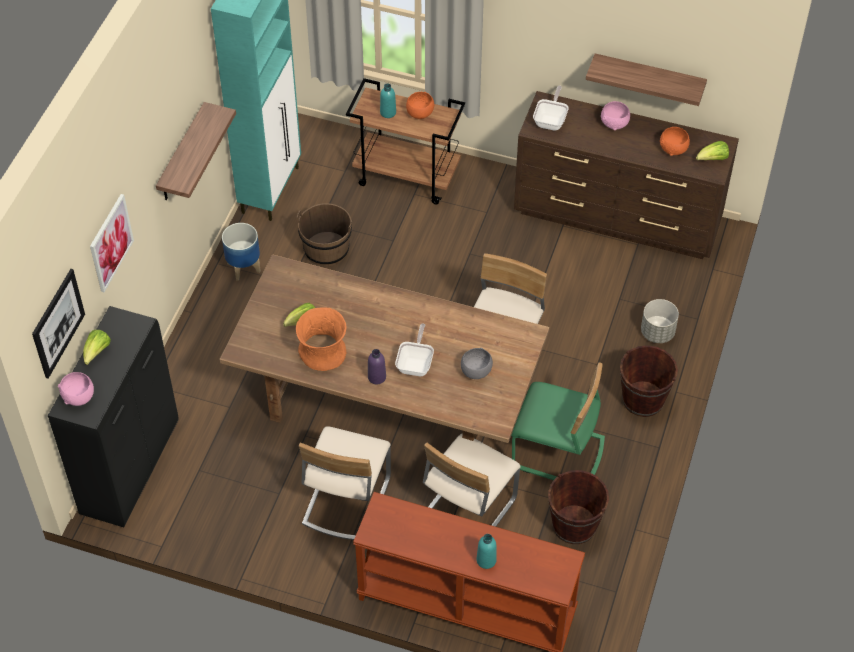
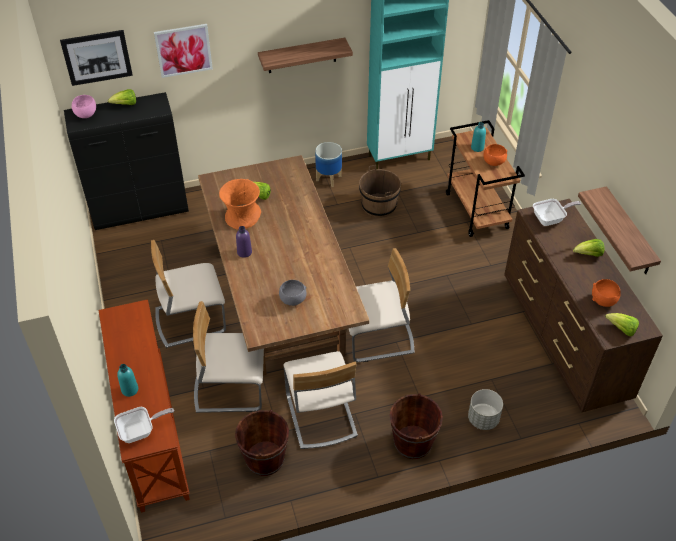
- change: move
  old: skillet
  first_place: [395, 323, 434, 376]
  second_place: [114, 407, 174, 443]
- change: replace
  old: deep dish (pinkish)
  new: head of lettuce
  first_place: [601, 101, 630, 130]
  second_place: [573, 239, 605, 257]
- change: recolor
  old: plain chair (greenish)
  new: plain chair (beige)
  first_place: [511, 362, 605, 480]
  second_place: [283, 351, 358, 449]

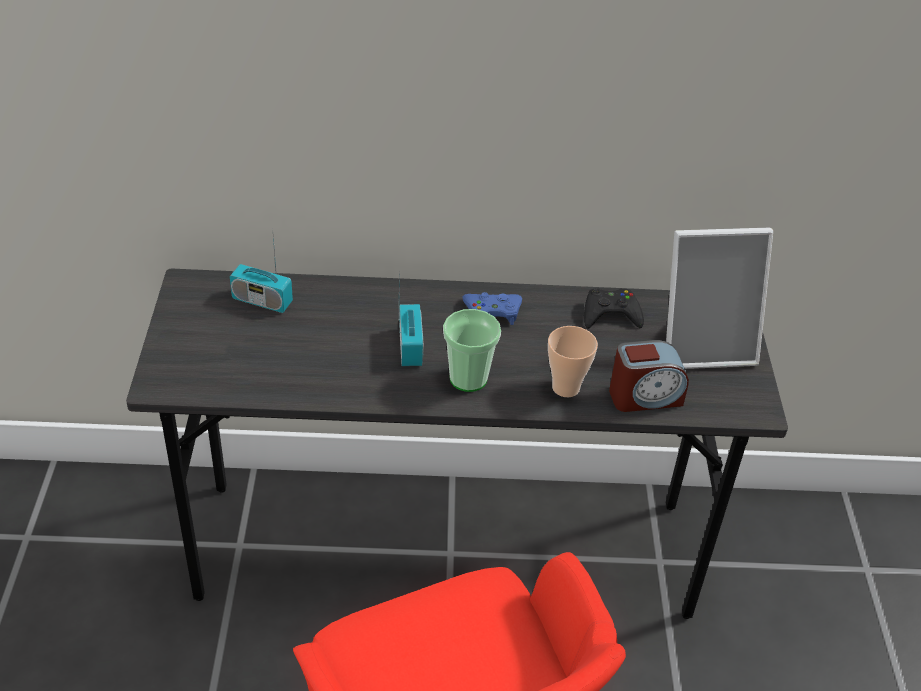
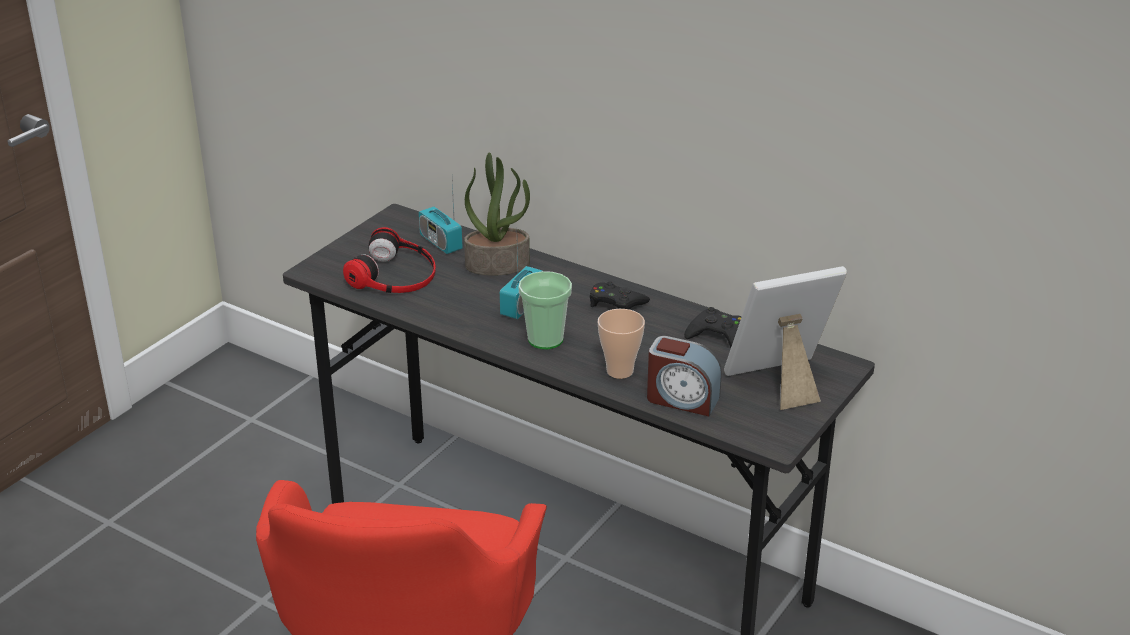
- change: insert
  new: headphones
  second_place: [343, 227, 436, 293]
- change: insert
  new: potted plant
  second_place: [464, 152, 530, 276]
- change: recolor
  old: game controller (blue-coloured)
  new: game controller (black)
  first_place: [462, 292, 522, 325]
  second_place: [590, 282, 650, 310]
- change: rotate
  old: picture frame
  first_place: [666, 228, 773, 369]
  second_place: [724, 266, 847, 410]
  degrees: 135

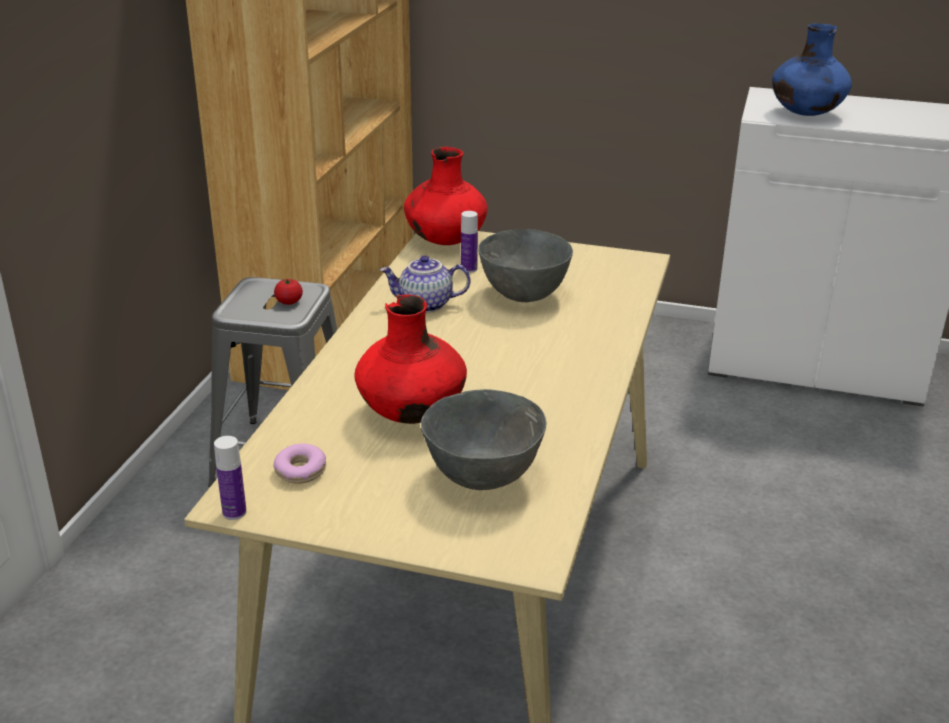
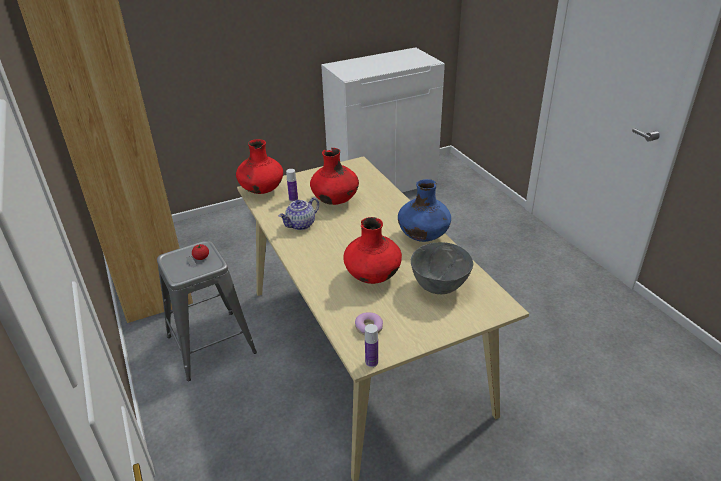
- change: move
  old: flower vase (blue-coloured)
  first_place: [772, 24, 852, 116]
  second_place: [398, 179, 451, 242]
- change: replace
  old: deep dish (gray)
  new: flower vase (red)
  first_place: [478, 229, 573, 302]
  second_place: [310, 148, 359, 205]

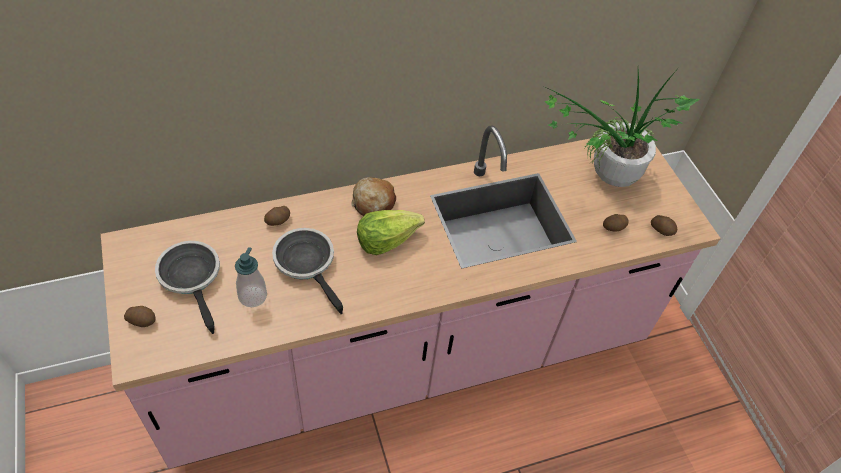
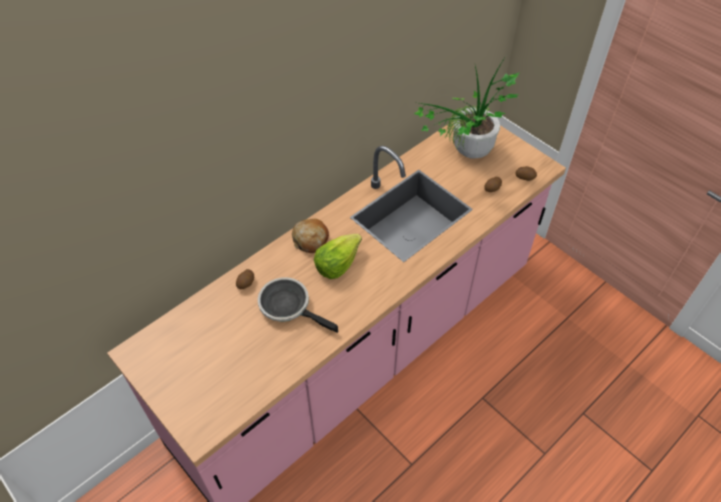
- change: delete
  old: whole potato
  first_place: [124, 306, 156, 327]
- change: delete
  old: skillet
  first_place: [155, 241, 220, 334]
- change: delete
  old: soap bottle
  first_place: [235, 247, 267, 307]

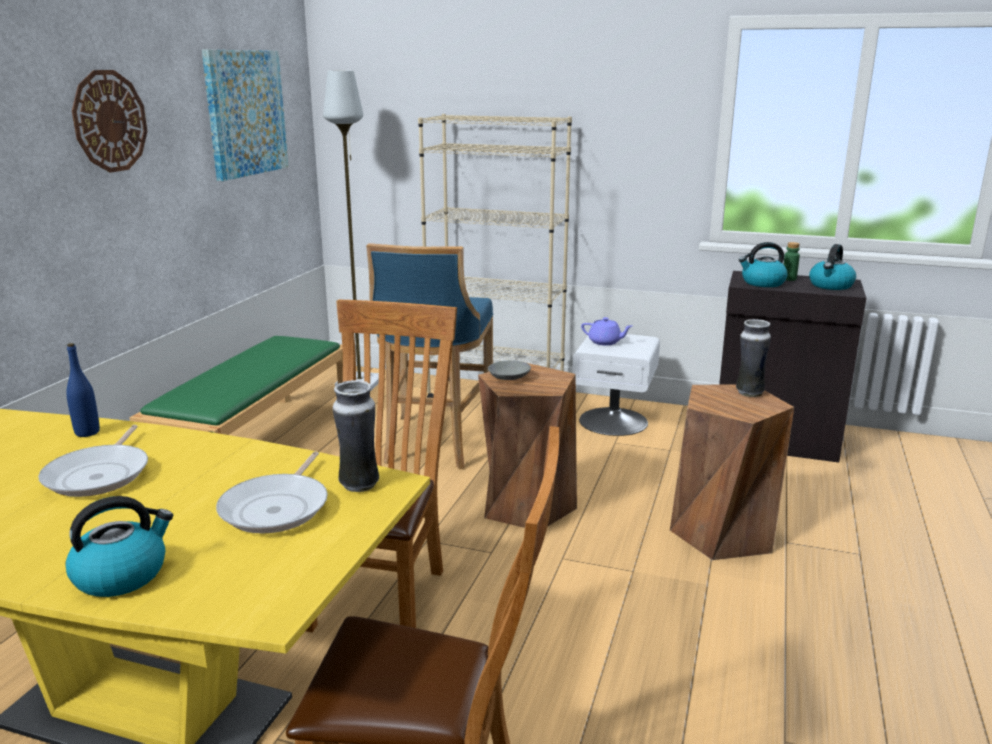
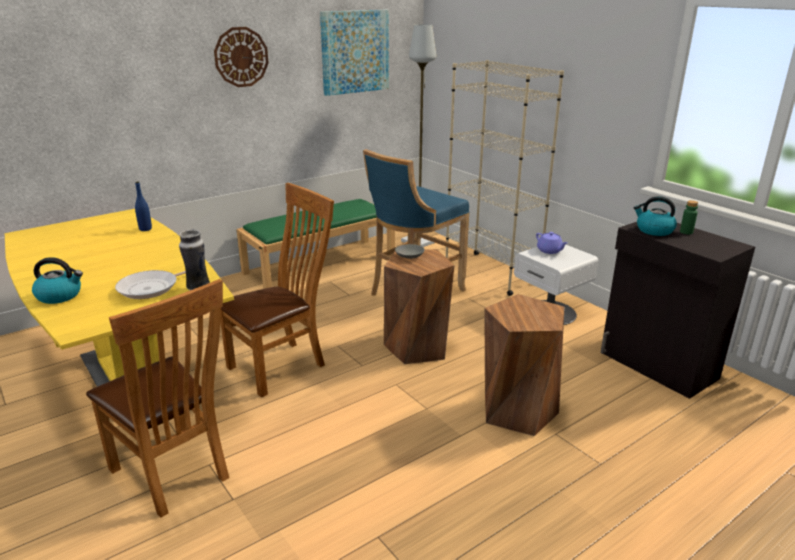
- change: delete
  old: skillet
  first_place: [38, 425, 148, 497]
- change: delete
  old: flower vase
  first_place: [736, 319, 771, 397]
- change: delete
  old: water kettle
  first_place: [809, 244, 856, 290]

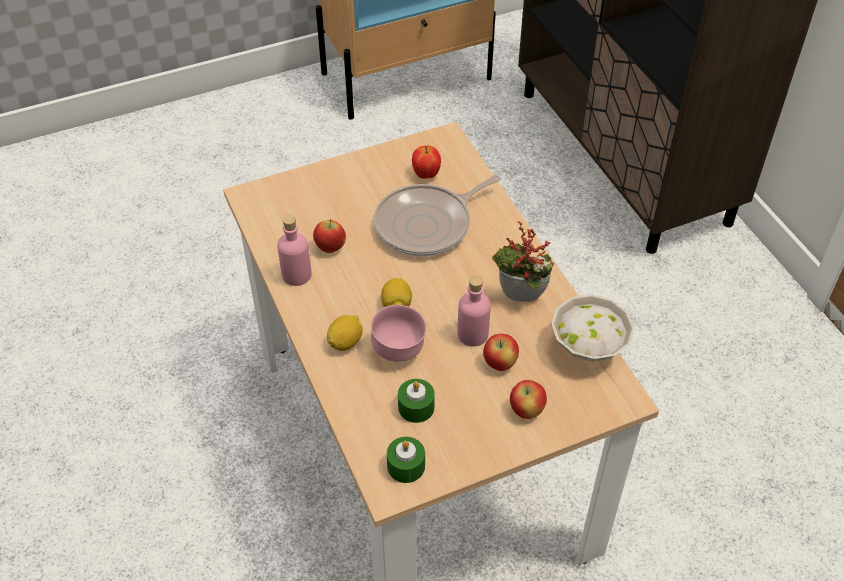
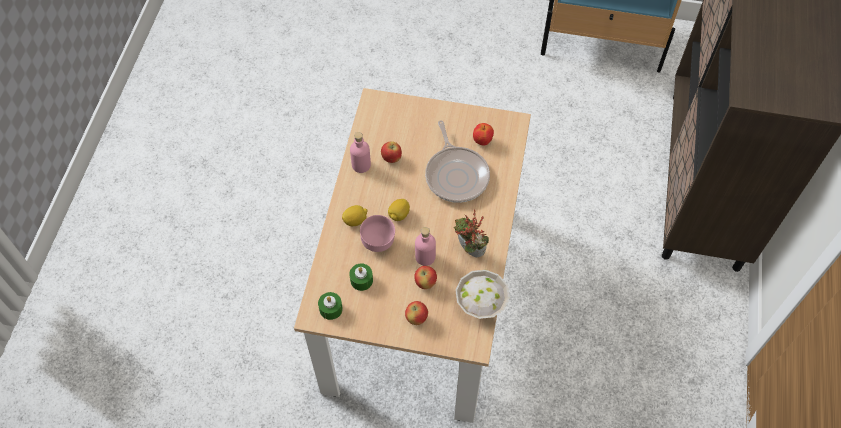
- change: rotate
  old: skillet
  first_place: [374, 175, 501, 256]
  second_place: [425, 120, 490, 203]
  degrees: -105

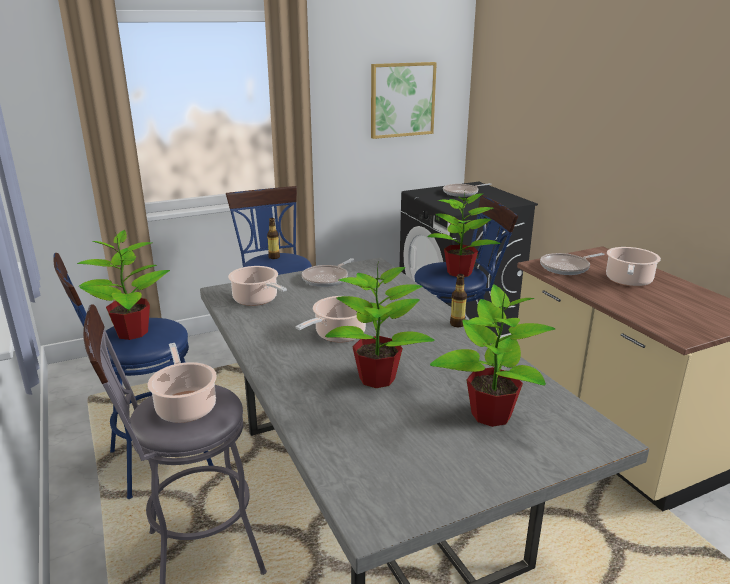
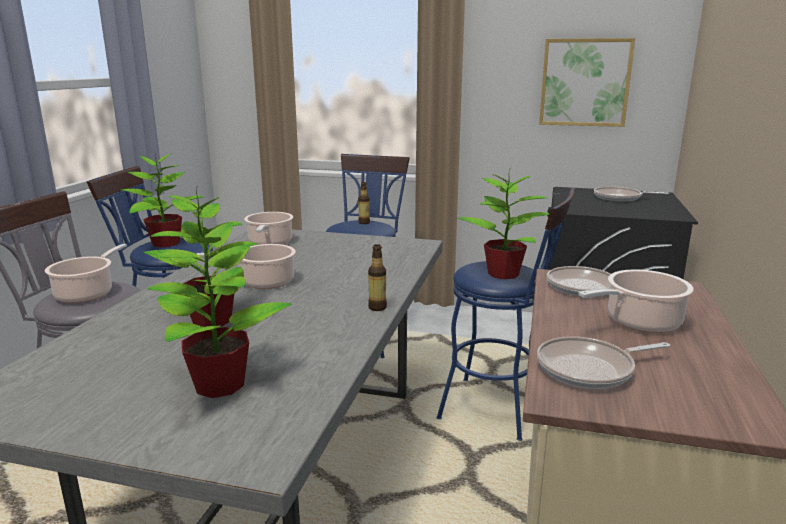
- change: move
  old: skillet
  first_place: [302, 258, 354, 287]
  second_place: [537, 336, 670, 389]

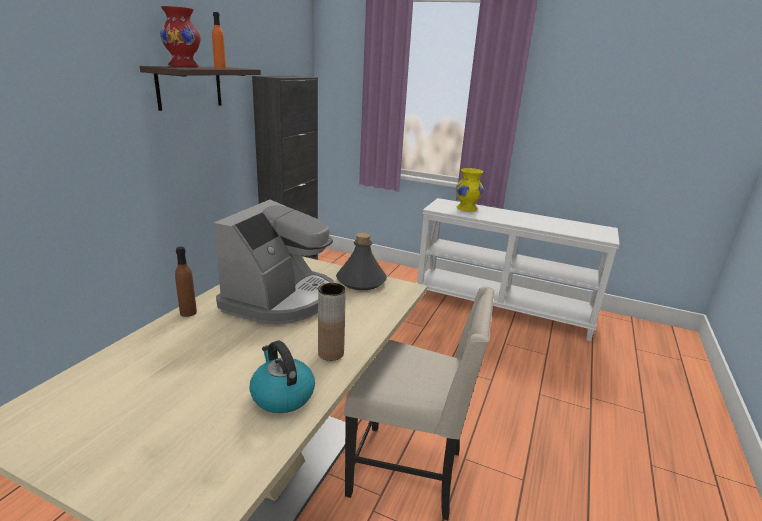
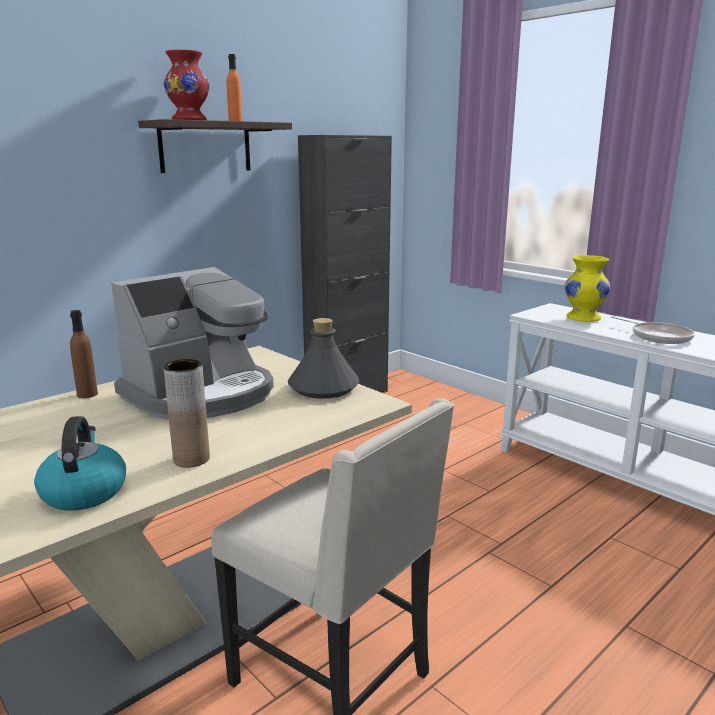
- change: insert
  new: skillet
  second_place: [611, 316, 695, 344]

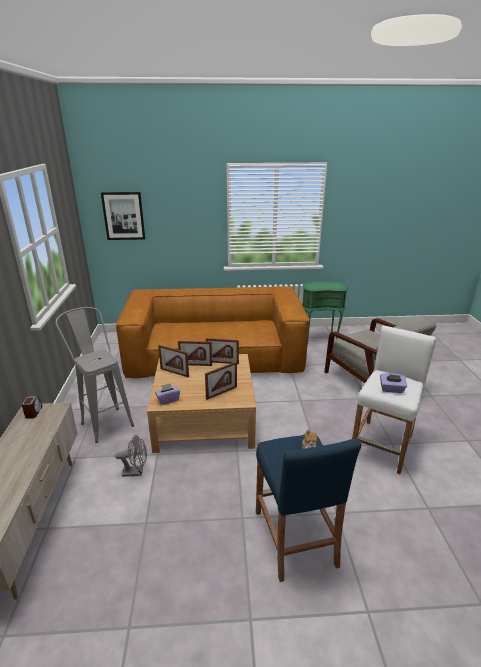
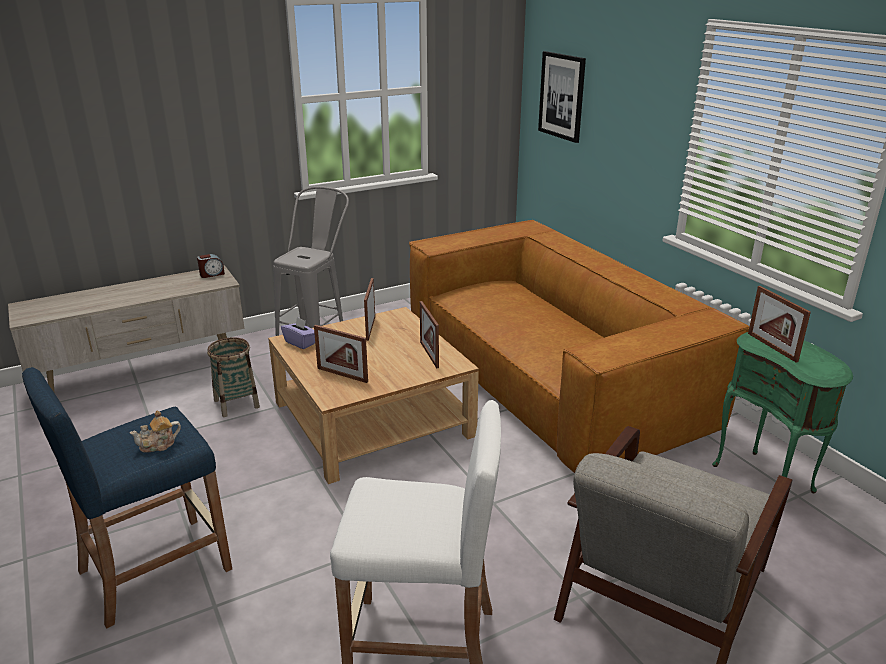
- change: delete
  old: box of tissues (purple-coloured)
  first_place: [380, 373, 407, 393]
- change: move
  old: picture frame
  first_place: [178, 341, 212, 366]
  second_place: [748, 286, 811, 363]
- change: replace
  old: cooling fan (gray)
  new: basket
  first_place: [115, 435, 147, 477]
  second_place: [207, 337, 260, 417]

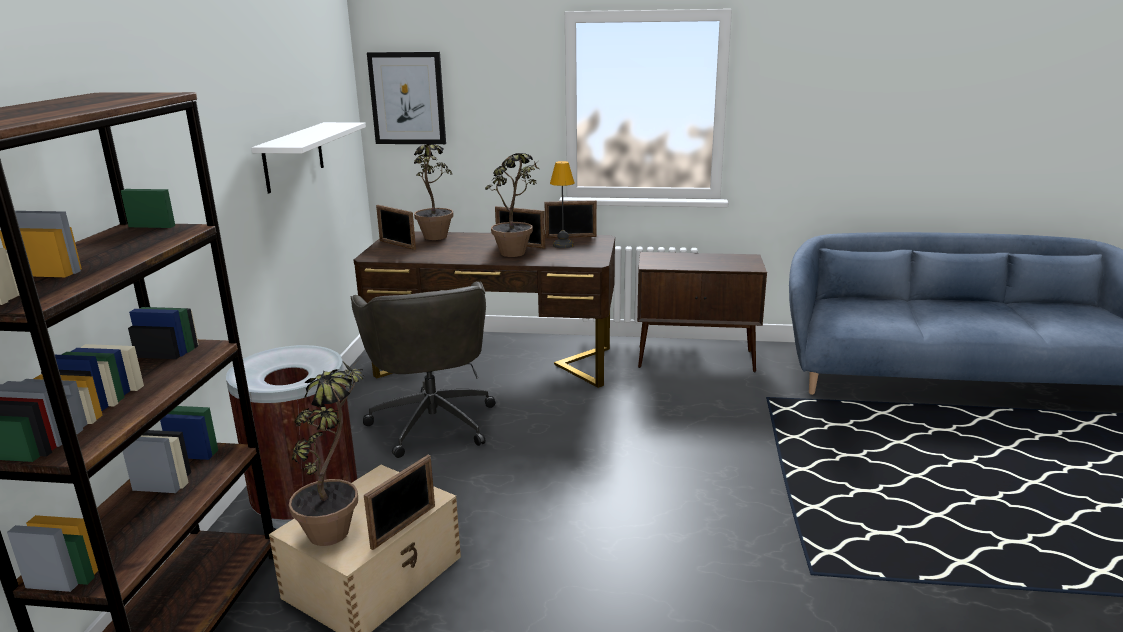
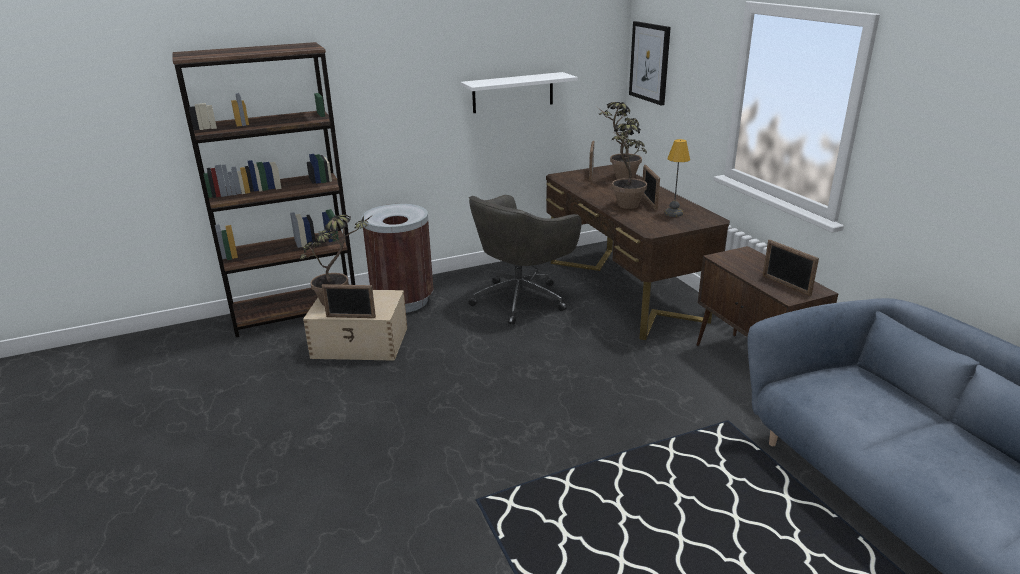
- change: move
  old: picture frame
  first_place: [544, 200, 597, 238]
  second_place: [763, 240, 819, 296]

